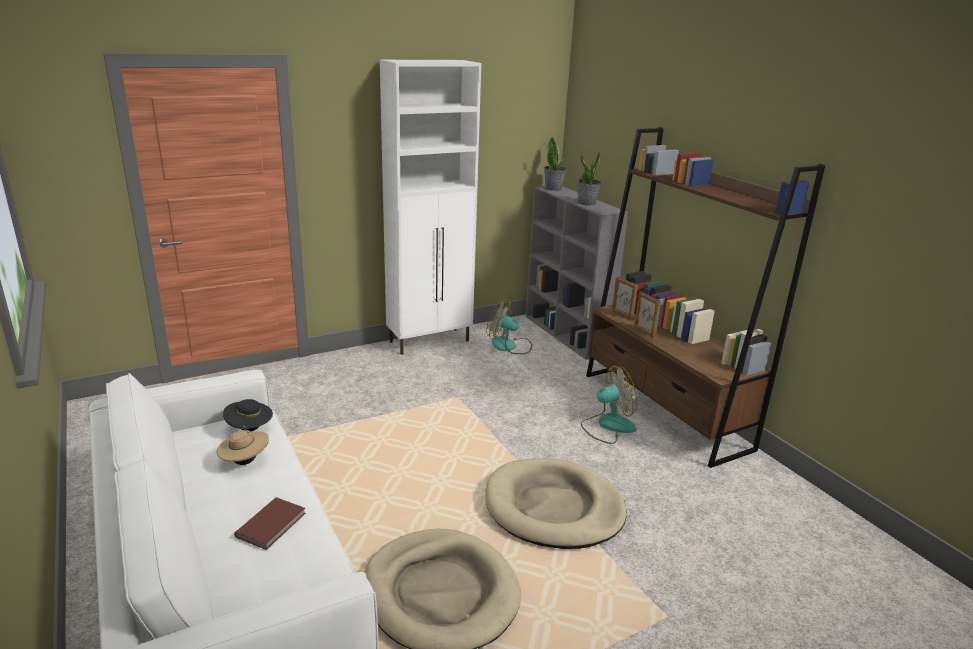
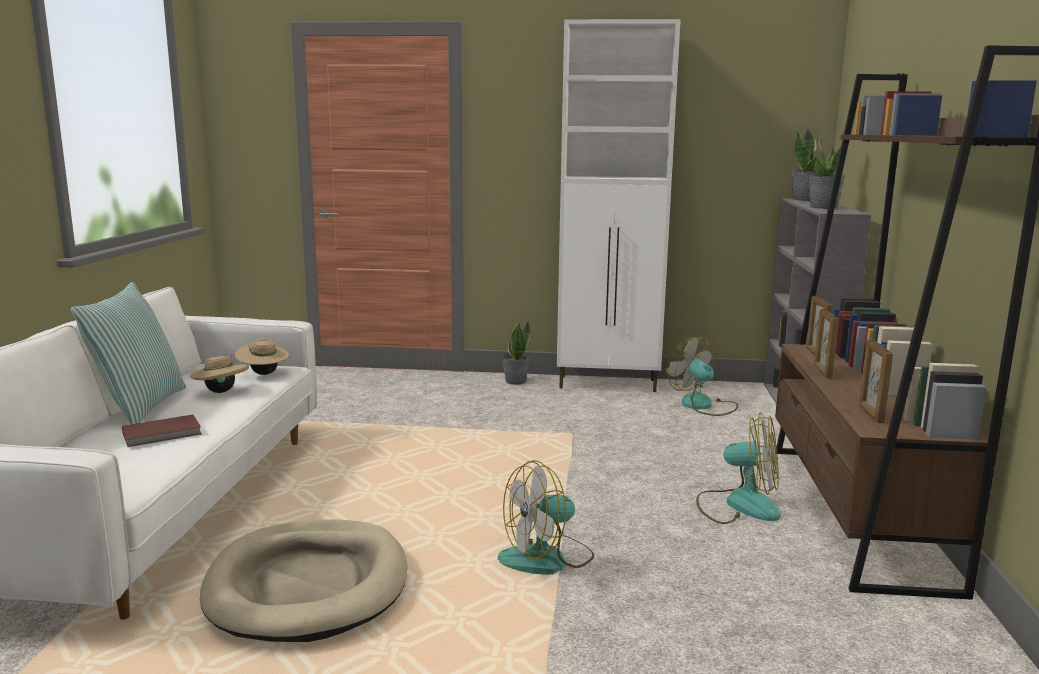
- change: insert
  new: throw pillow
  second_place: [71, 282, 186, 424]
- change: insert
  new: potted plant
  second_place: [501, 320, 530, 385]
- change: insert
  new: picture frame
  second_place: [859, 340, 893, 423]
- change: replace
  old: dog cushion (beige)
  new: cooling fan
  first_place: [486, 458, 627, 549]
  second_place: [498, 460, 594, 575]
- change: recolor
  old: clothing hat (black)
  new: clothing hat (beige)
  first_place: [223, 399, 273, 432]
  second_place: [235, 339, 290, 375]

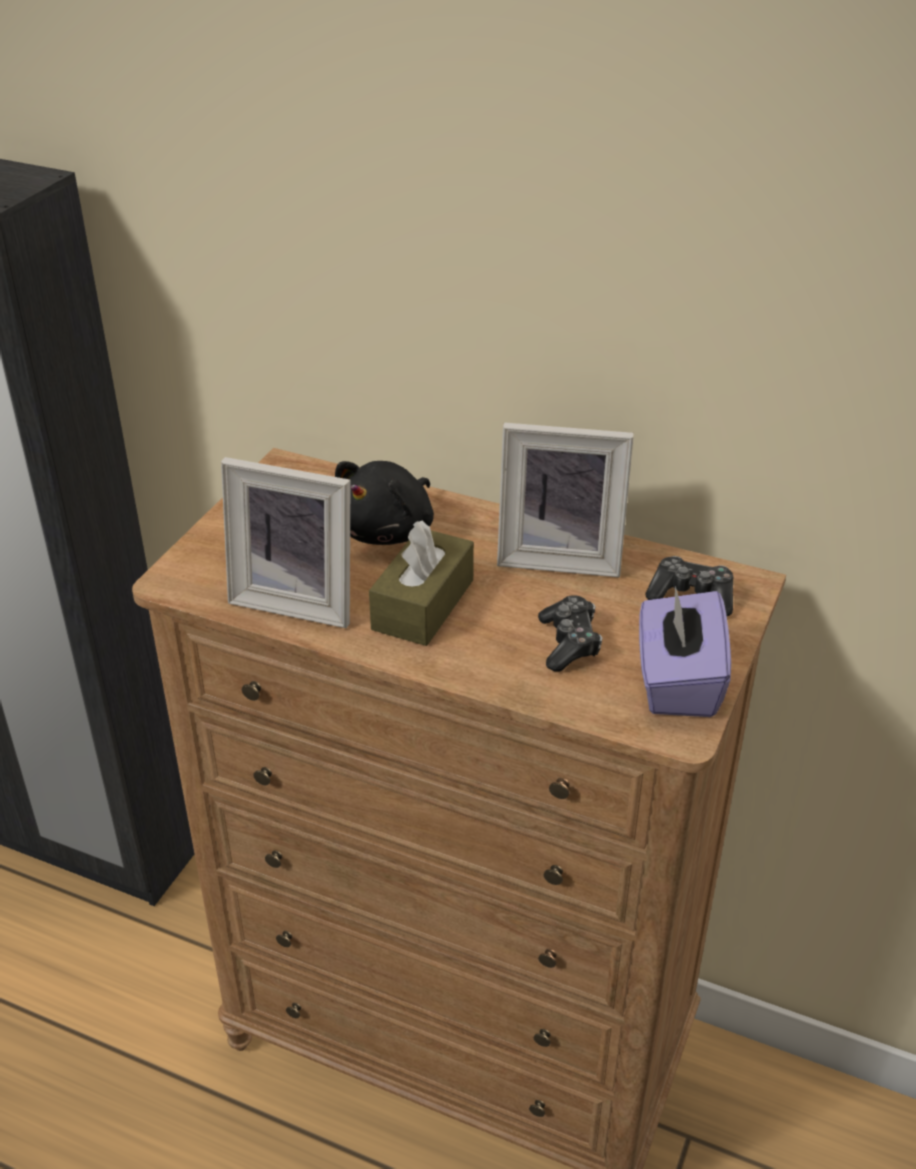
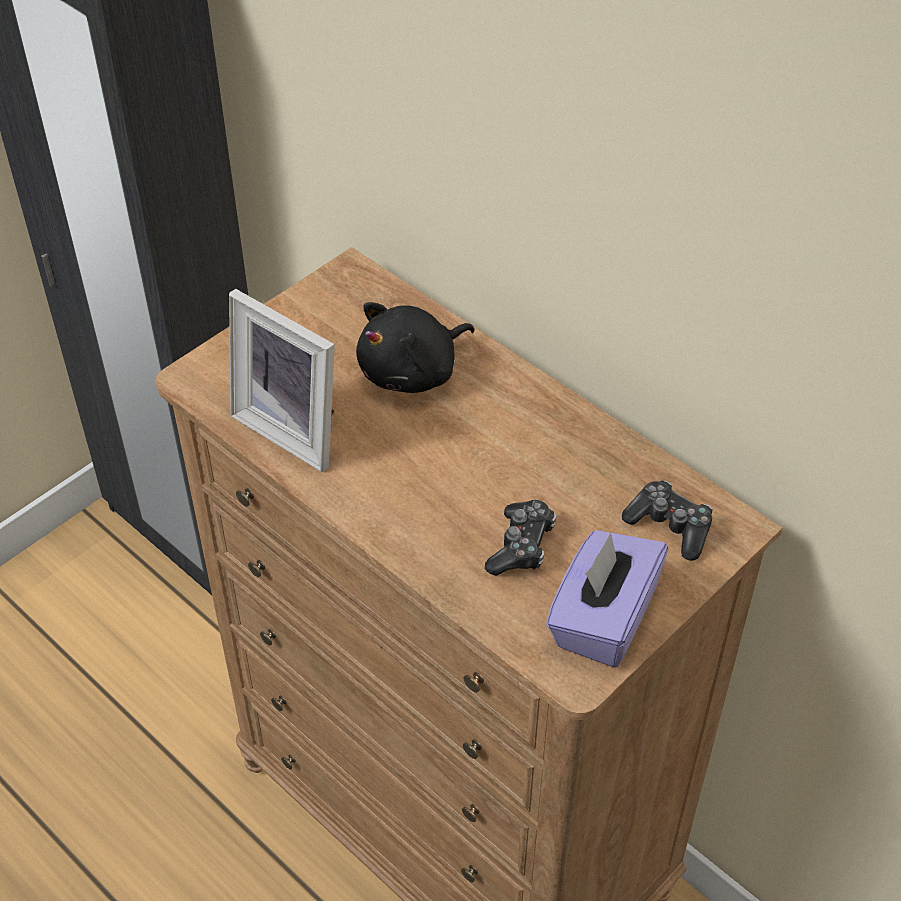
- change: delete
  old: box of tissues (brownish)
  first_place: [369, 520, 474, 646]
- change: delete
  old: picture frame
  first_place: [497, 422, 634, 577]

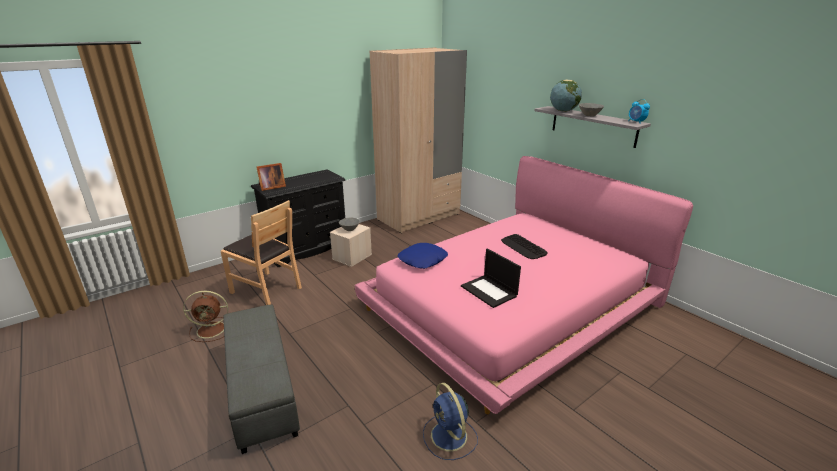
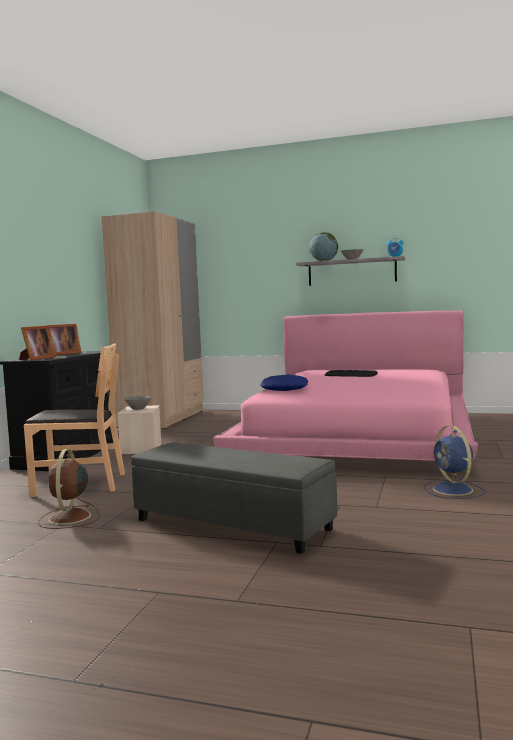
- change: delete
  old: notebook computer
  first_place: [461, 248, 521, 308]
- change: insert
  new: picture frame
  second_place: [47, 324, 82, 355]
- change: rotate
  old: cooling fan (brownish)
  first_place: [183, 291, 228, 342]
  second_place: [38, 449, 100, 529]
  degrees: 135
- change: rotate
  old: cooling fan (blue-coloured)
  first_place: [423, 383, 478, 460]
  second_place: [424, 426, 486, 499]
  degrees: 45

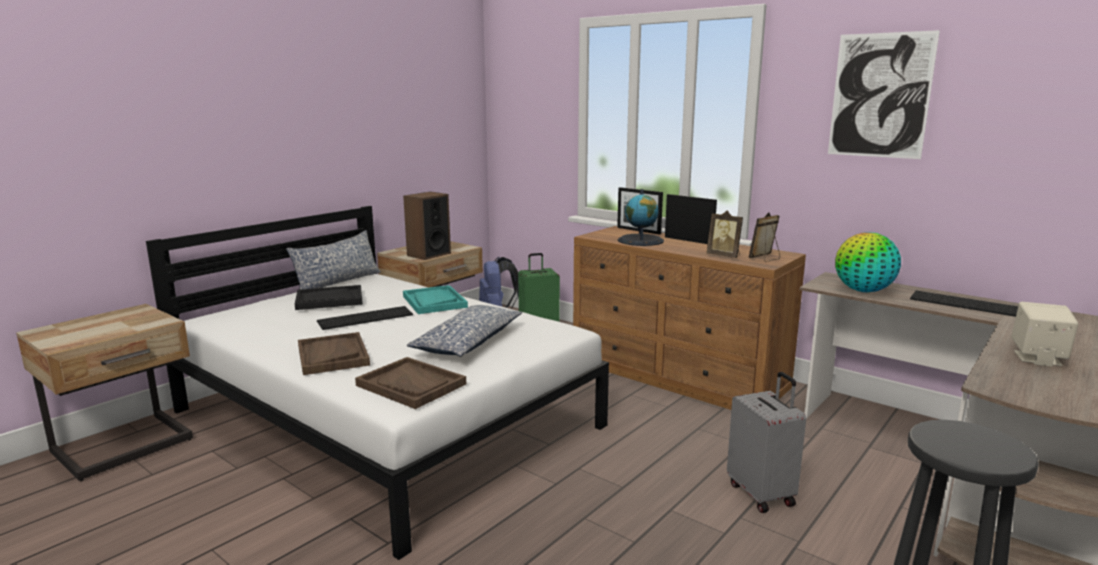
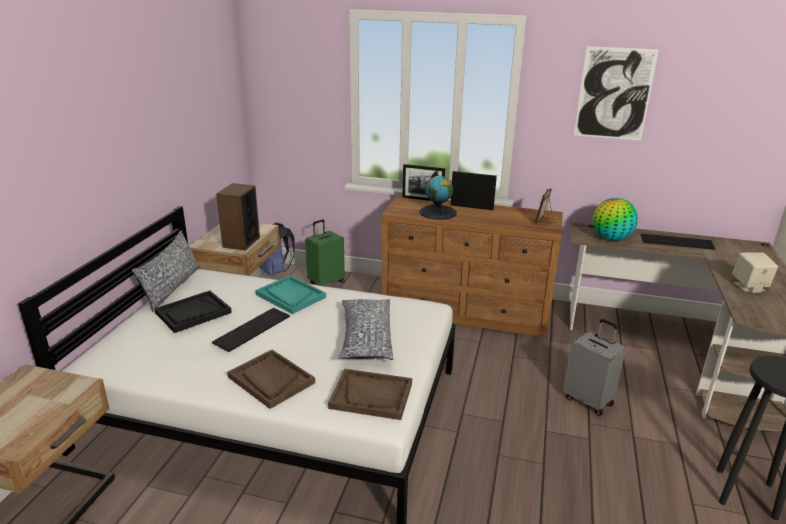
- change: delete
  old: picture frame
  first_place: [706, 211, 743, 258]

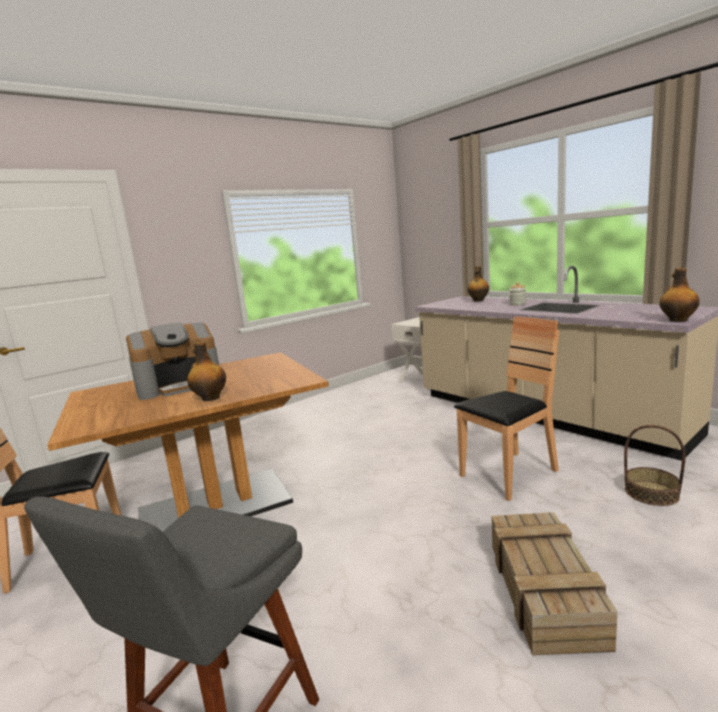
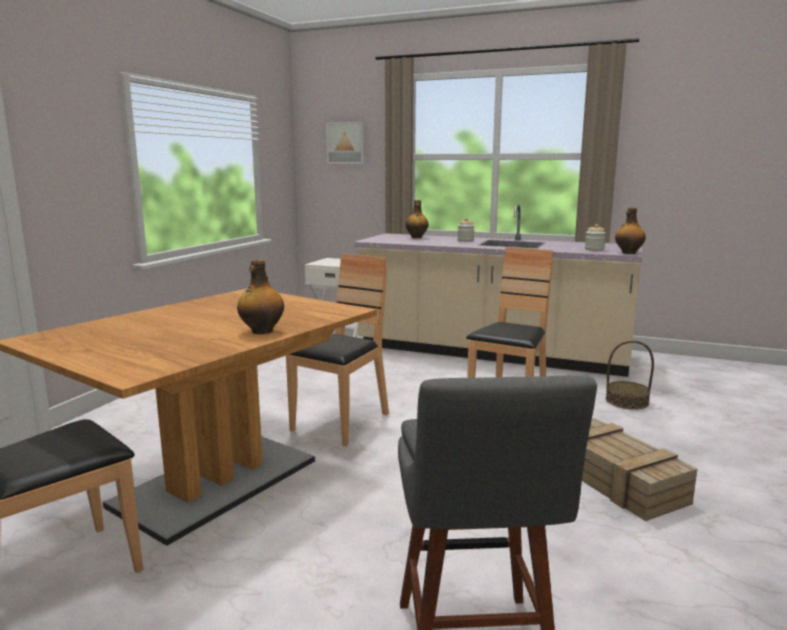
- change: delete
  old: coffee maker
  first_place: [126, 323, 219, 400]
- change: insert
  new: plain chair (brownish)
  second_place: [286, 254, 389, 447]
- change: insert
  new: picture
  second_place: [326, 122, 365, 163]
- change: insert
  new: preserve jar
  second_place: [585, 224, 606, 251]

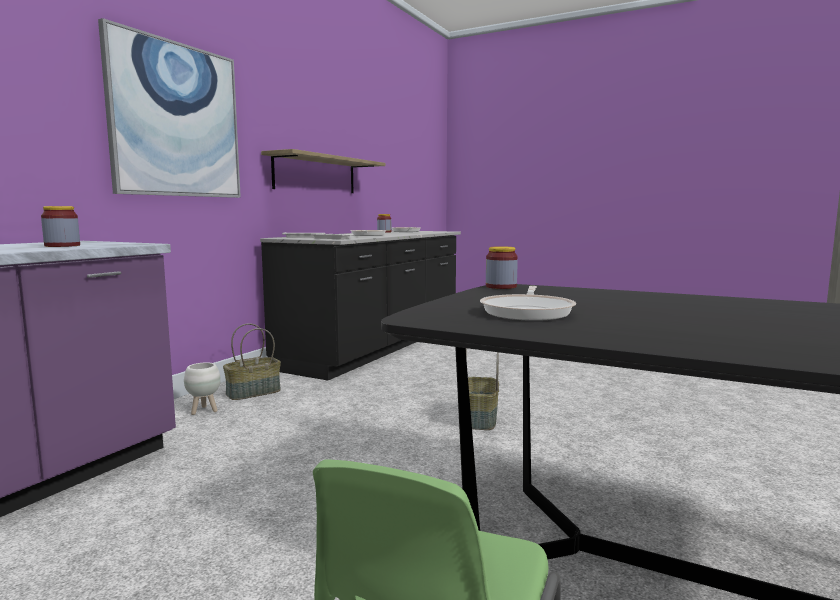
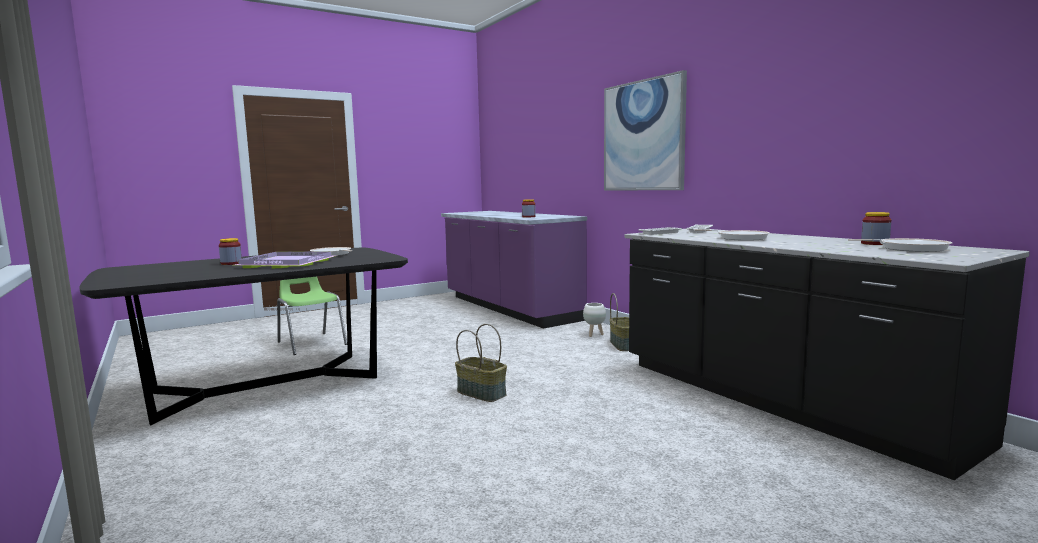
- change: delete
  old: wall shelf
  first_place: [261, 149, 385, 193]
- change: insert
  new: serving tray (purple-coloured)
  second_place: [235, 251, 334, 268]
- change: move
  old: preserve jar
  first_place: [486, 246, 518, 289]
  second_place: [219, 238, 242, 265]

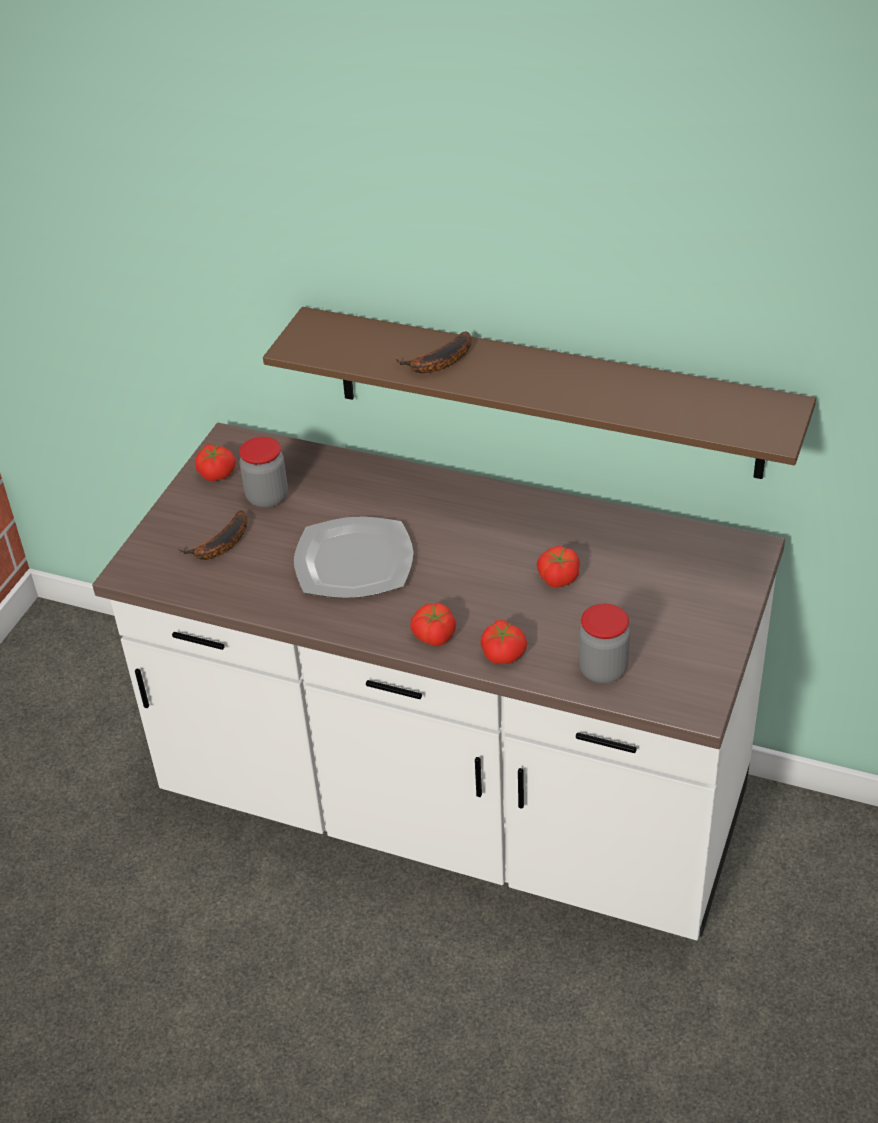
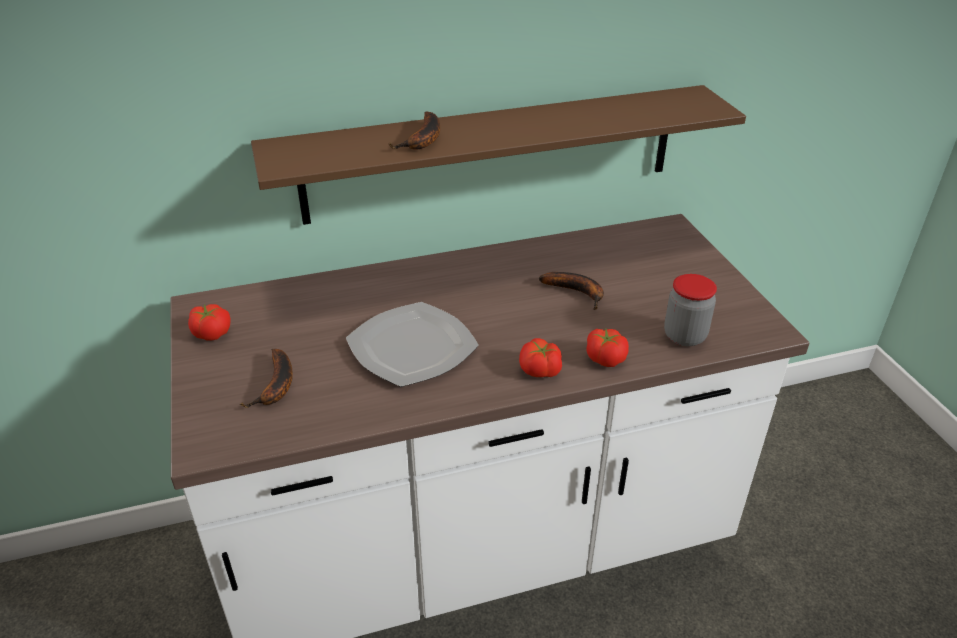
- change: delete
  old: preserve jar
  first_place: [239, 437, 288, 508]
- change: replace
  old: fresh tomato
  new: banana fruit
  first_place: [537, 546, 580, 588]
  second_place: [539, 272, 604, 310]

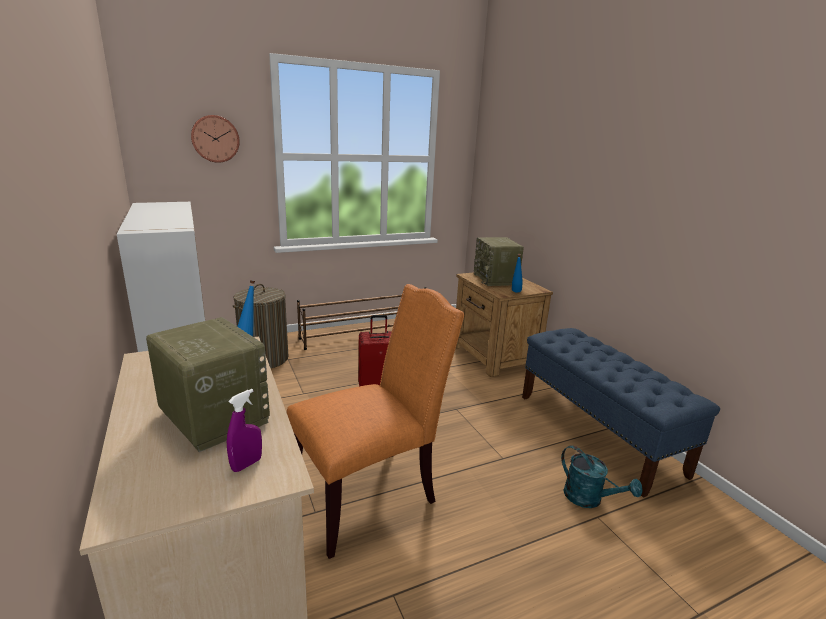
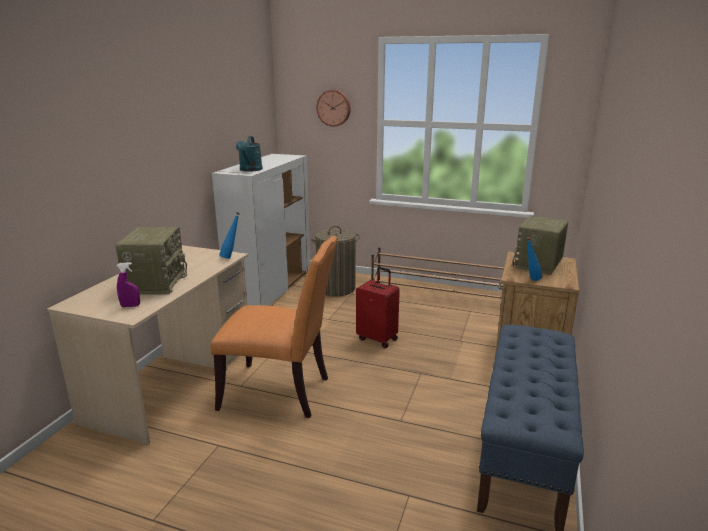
- change: move
  old: sprinkling can (turquoise-coloured)
  first_place: [561, 445, 643, 508]
  second_place: [236, 136, 263, 172]

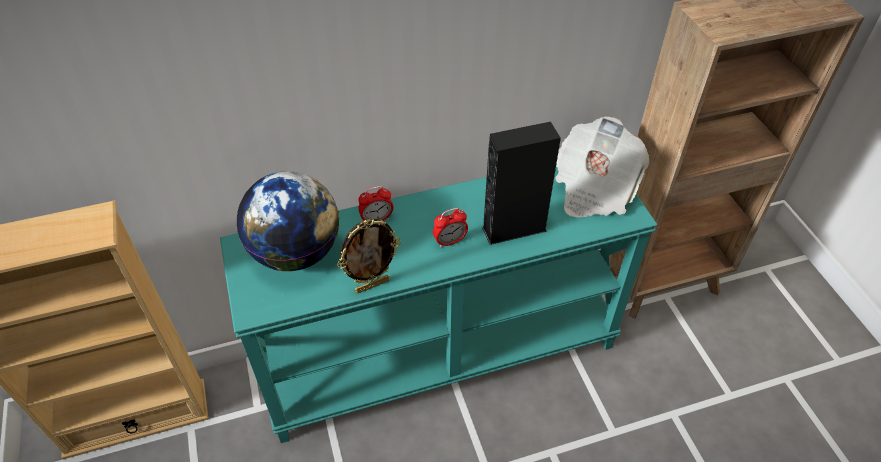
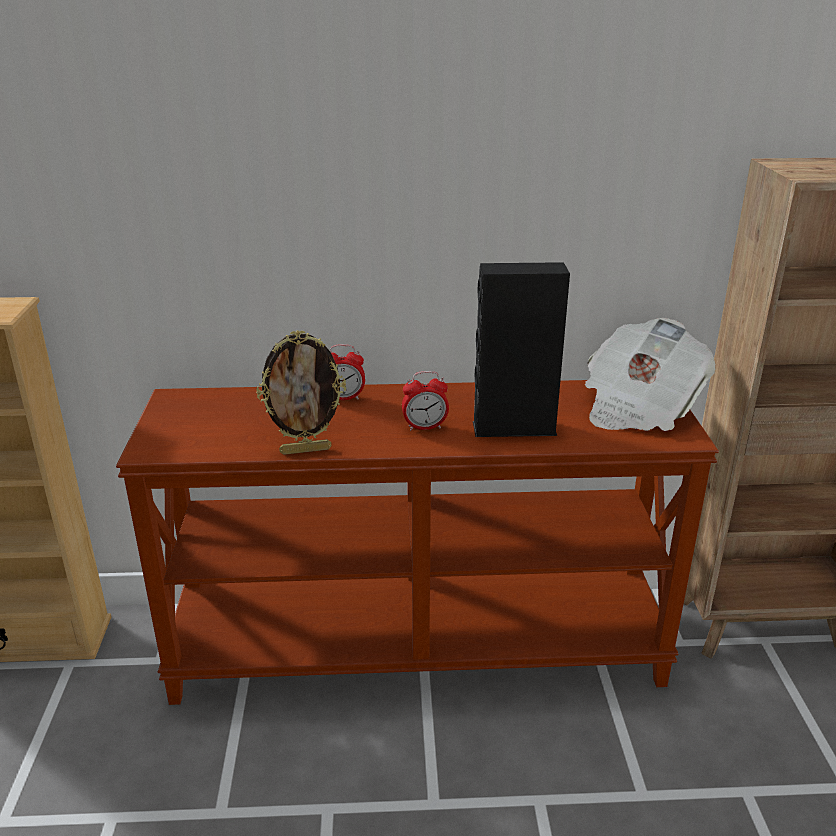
- change: delete
  old: globe
  first_place: [237, 171, 339, 271]
- change: recolor
  old: console table (turquoise-coloured)
  new: console table (brownish)
  first_place: [220, 167, 658, 443]
  second_place: [116, 380, 719, 705]

